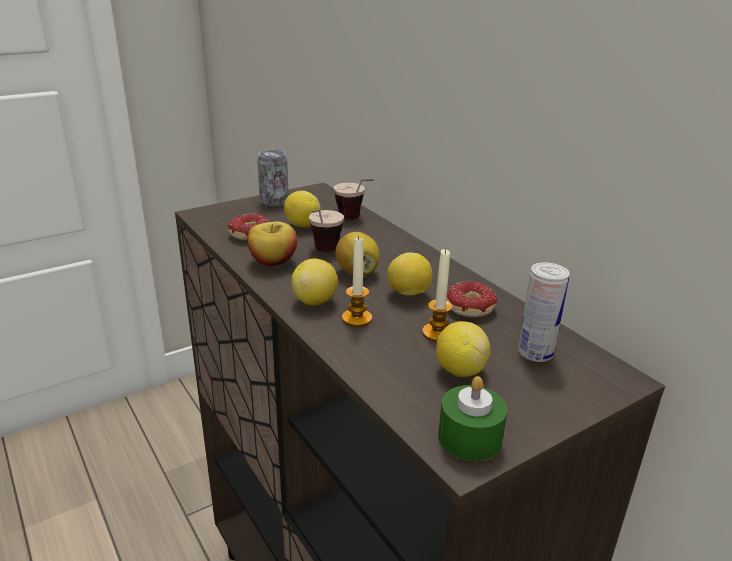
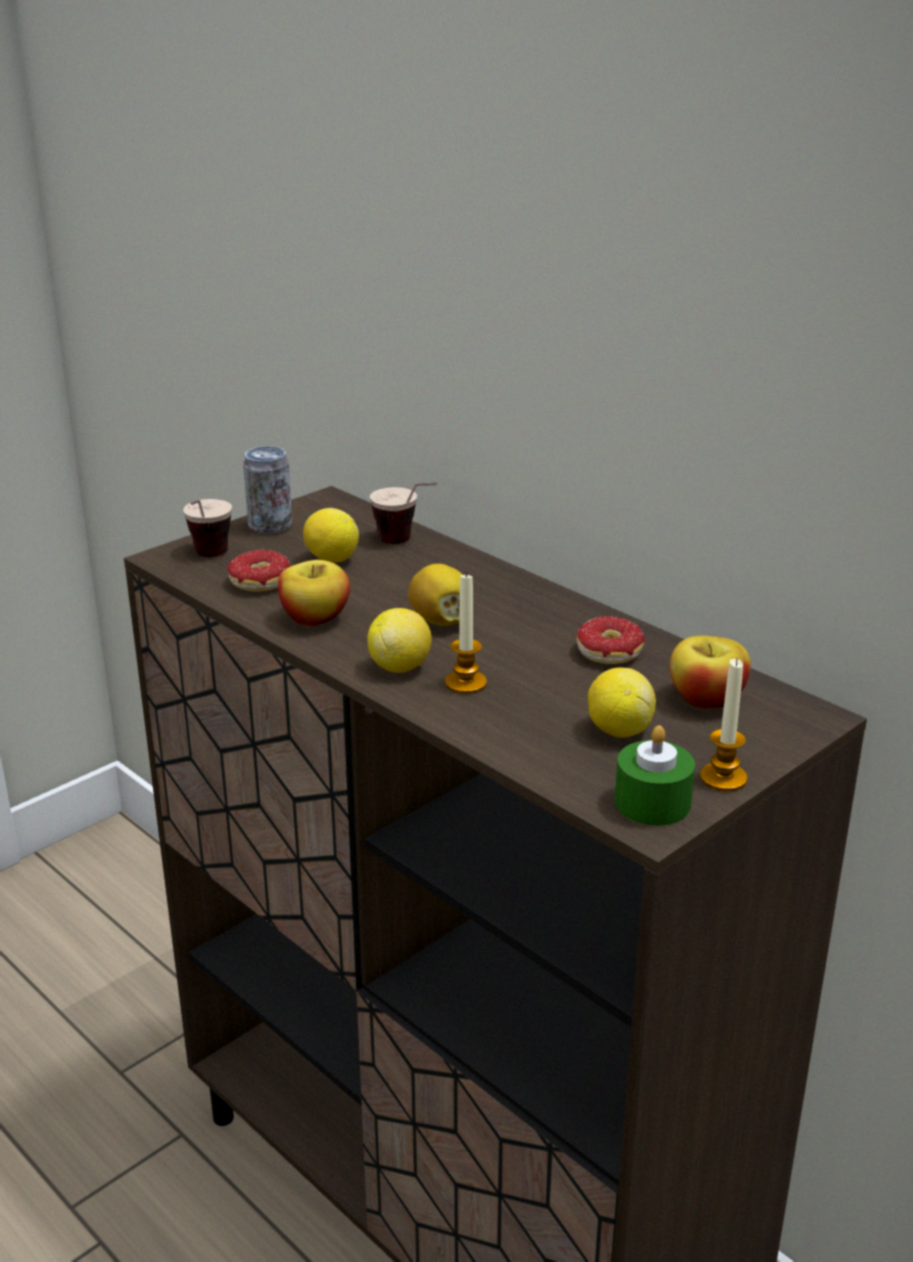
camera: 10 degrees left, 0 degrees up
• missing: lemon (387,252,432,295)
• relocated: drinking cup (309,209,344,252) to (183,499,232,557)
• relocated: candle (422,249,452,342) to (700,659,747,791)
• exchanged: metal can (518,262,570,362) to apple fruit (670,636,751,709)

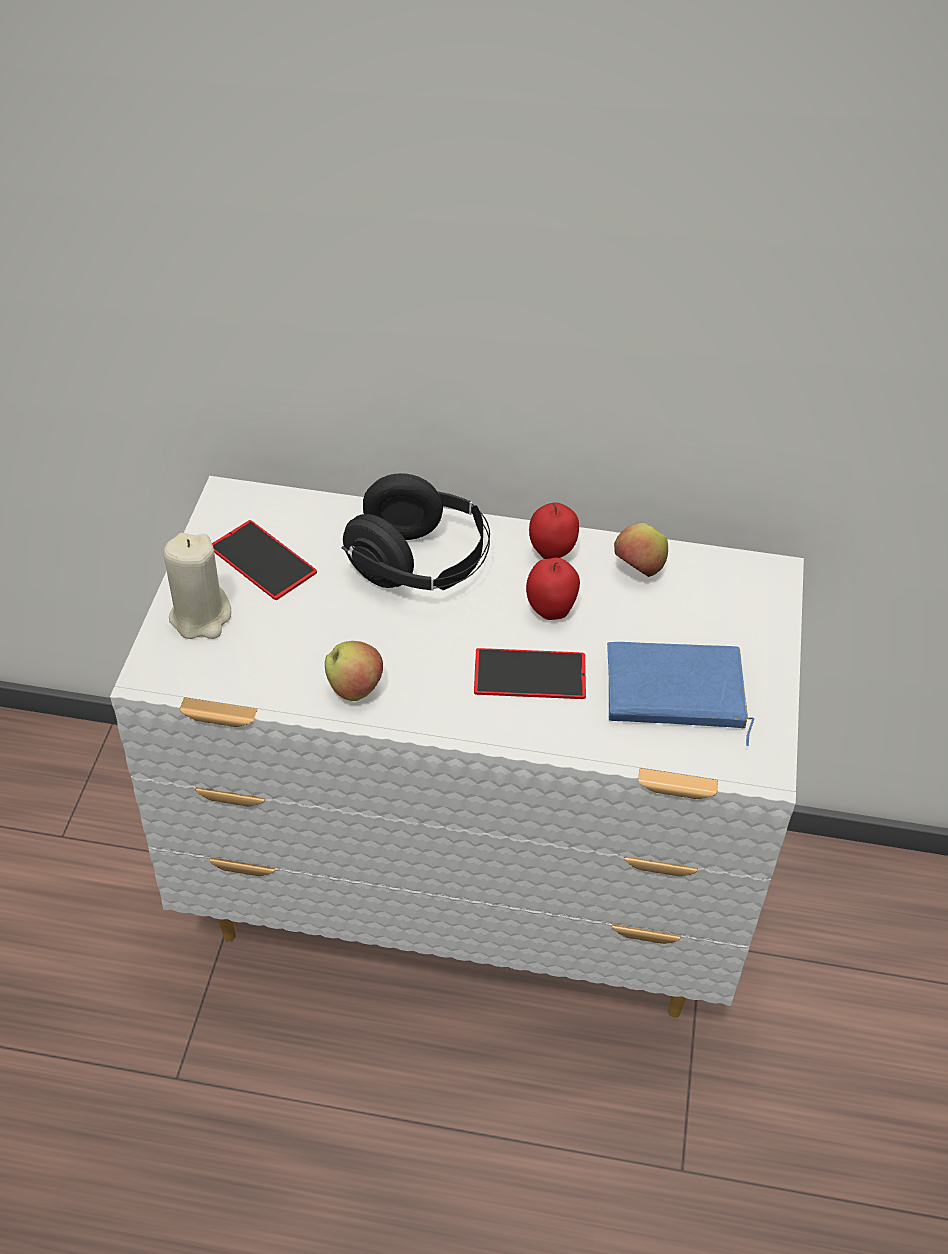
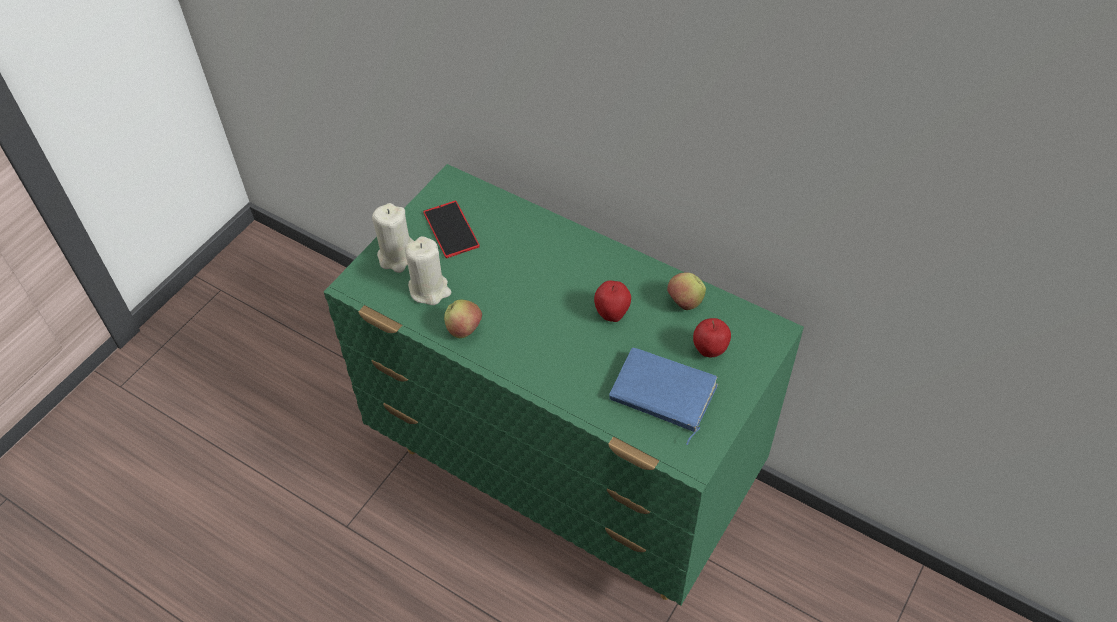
camera: 25 degrees right, 5 degrees up
• missing: black-coloured pair of headphones (341,473,490,591)
• missing: phone (474,648,586,699)
• appeared: beige candle (405,236,451,305)
• relocated: apple fruit (529,502,579,559) to (693,318,731,357)
• colour: white chest of drawers (110,476,804,1018) to green chest of drawers (324,164,804,606)

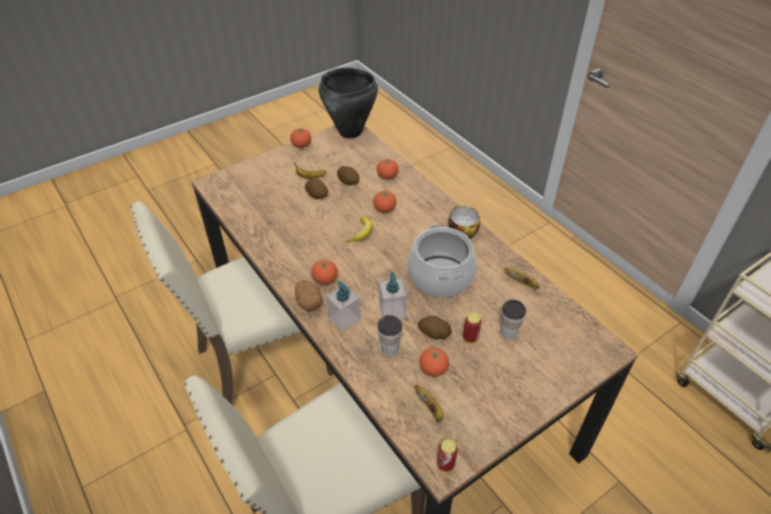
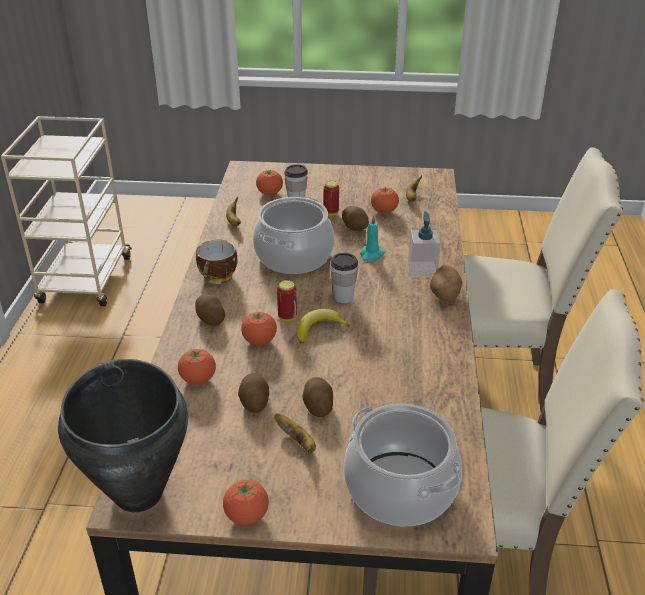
camera: 140 degrees left, 10 degrees down
• appeared: spud (195,294,225,326)
• appeared: saucepot (344,404,462,526)
• relocated: tomato (312,260,338,285) to (256,170,283,195)
• relocated: drinking cup (378,315,402,355) to (330,253,358,303)
• relocated: metal can (437,439,458,472) to (277,280,297,321)
• exchanged: soap dispenser (379,272,407,319) to blue-green candle (360,215,385,262)

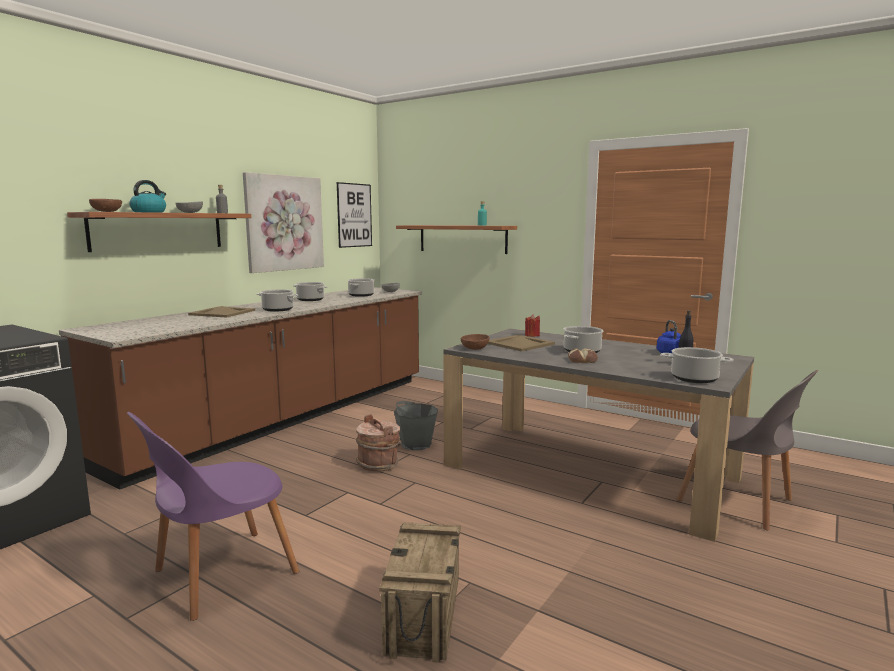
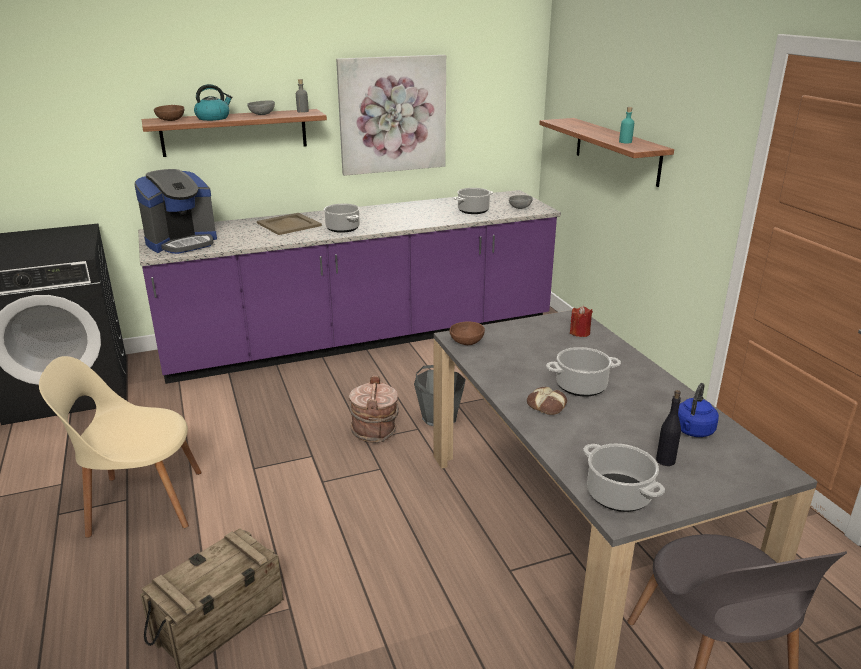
camera: 35 degrees right, 15 degrees up
• missing: saucepot (293,282,327,301)
• missing: wall art (337,182,372,248)
• missing: beige carrying tray (488,335,555,352)
• appeared: coffee maker (134,169,217,254)
• colour: brownish kitchen base unit (59,287,422,489) to purple-coloured kitchen base unit (138,190,561,384)
• colour: purple-coloured chair (127,412,299,621) to beige chair (39,356,202,538)

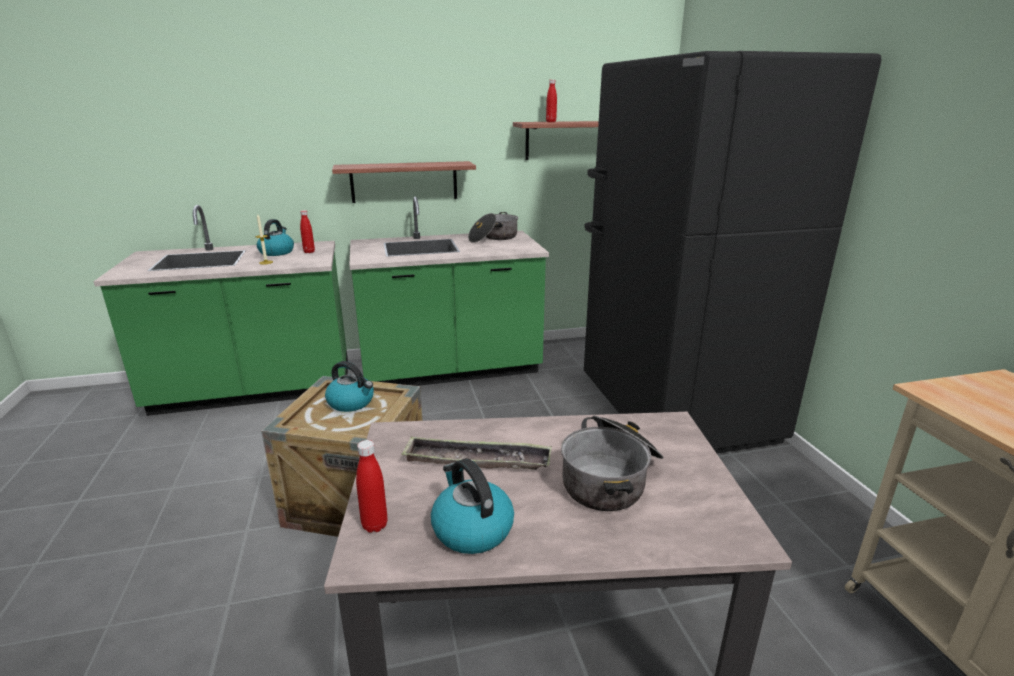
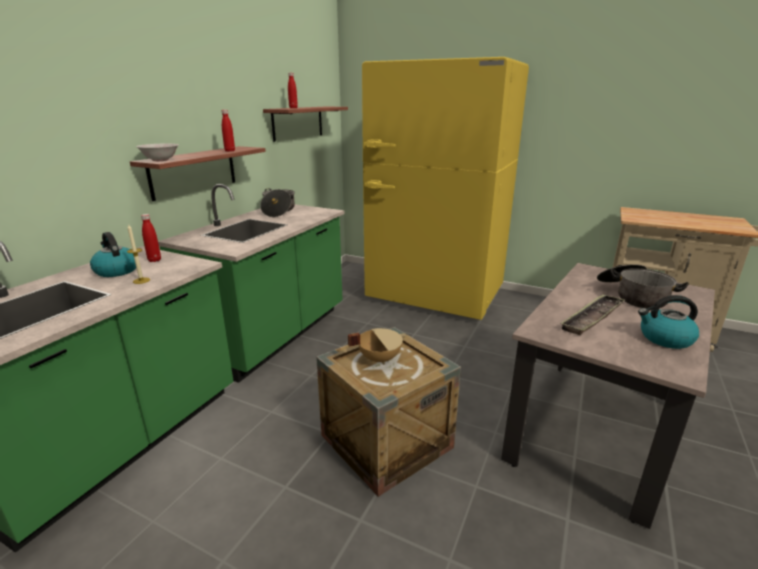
camera: 50 degrees left, 0 degrees up
• appeared: white bowl (136,144,179,161)
• relocated: red bottle (356,440,388,533) to (222,110,235,152)
• exchanged: tea kettle (325,361,374,412) to beige saucepot (348,328,406,365)
• colour: black-coloured refrigerator (584,51,882,453) to yellow refrigerator (362,57,529,320)

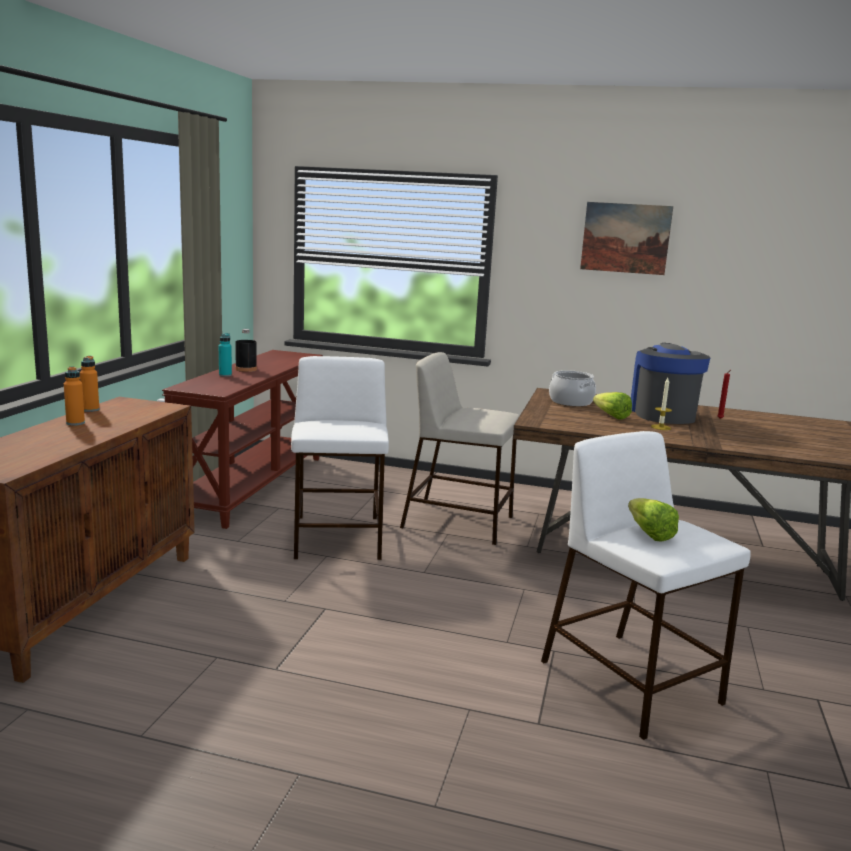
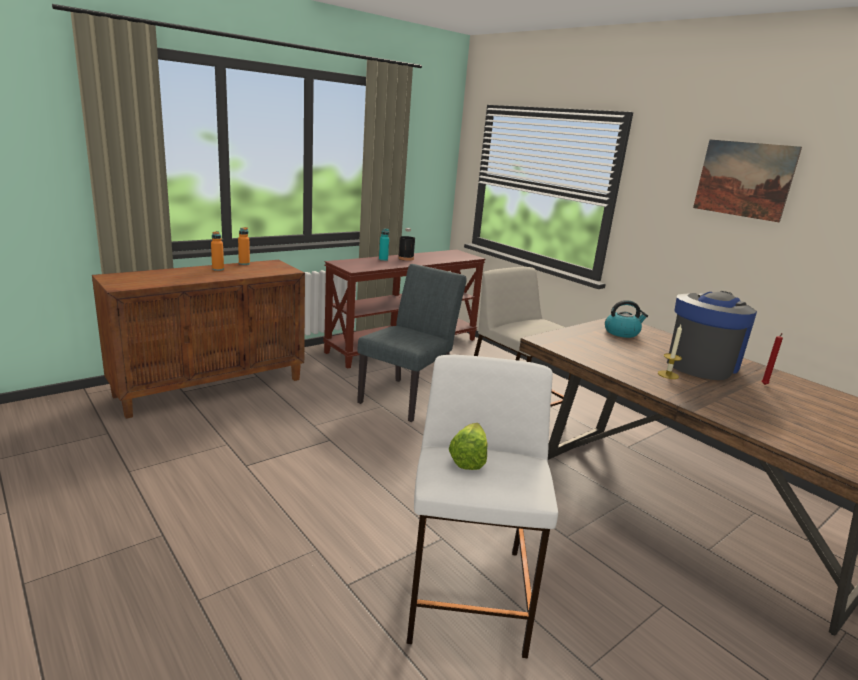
camera: 35 degrees right, 5 degrees up
• missing: head of lettuce (593,392,632,420)
• exchanged: white stool (291,356,389,560) to greyish chair (357,264,467,422)
• exchanged: saucepot (549,370,596,406) to tea kettle (605,300,648,338)

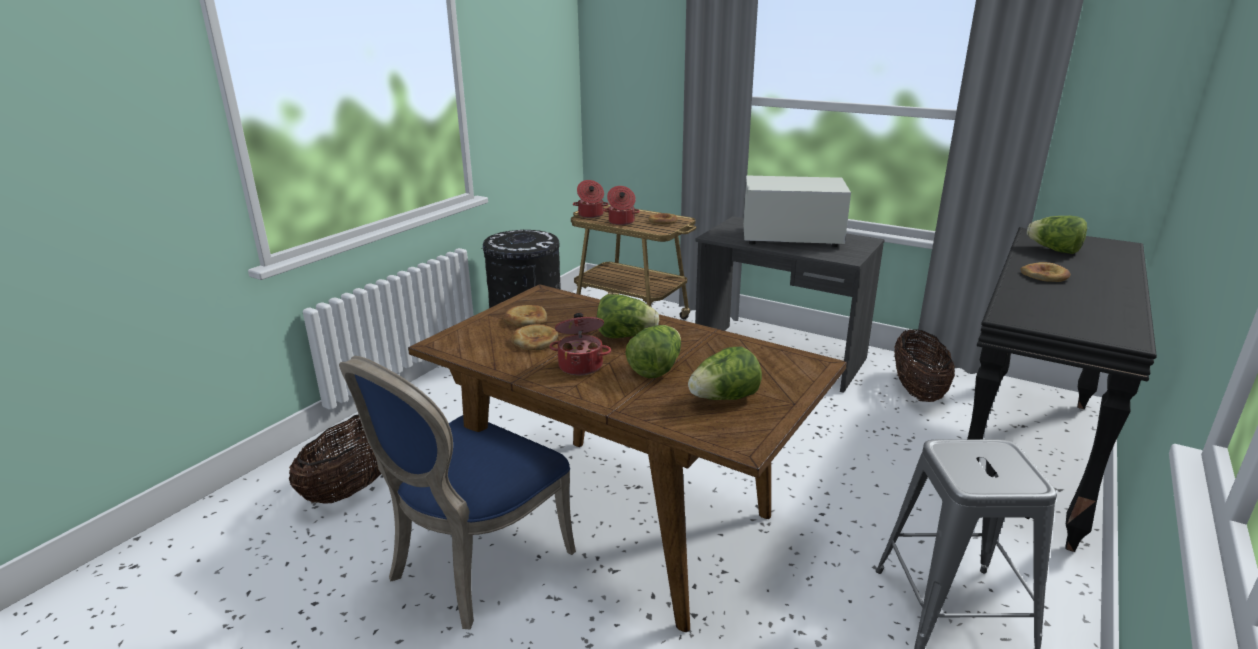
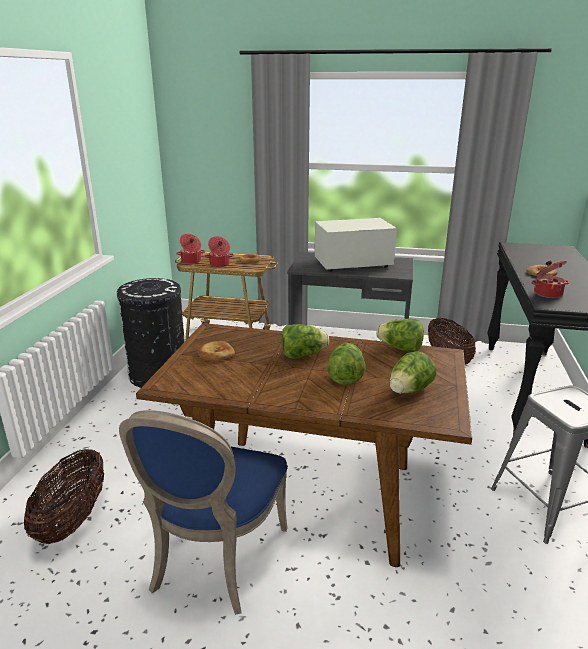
camera: 20 degrees left, 0 degrees up
• missing: bakery bread (511,324,558,351)
• relocated: saucepot (549,313,611,375) to (531,261,569,298)
• relocated: head of lettuce (1027,216,1087,254) to (376,318,424,352)

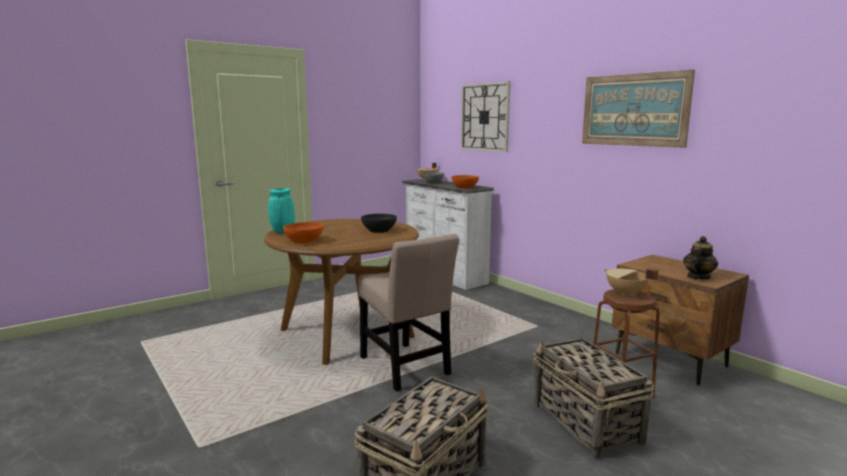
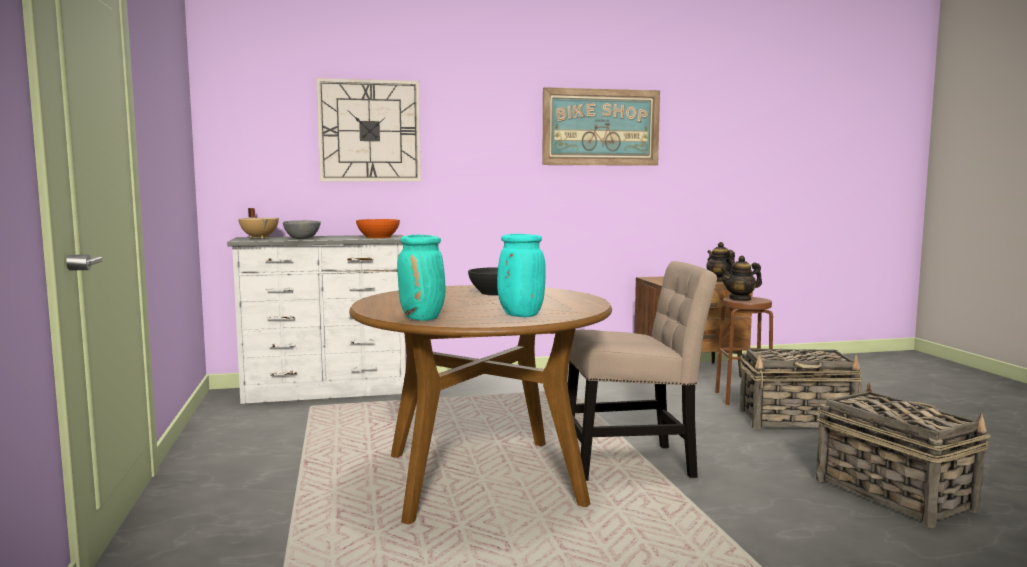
camera: 65 degrees left, 5 degrees down
• exchanged: orange bowl (283,222,324,244) to blue-green vase (497,234,546,317)
• exchanged: beige saucepot (604,268,658,296) to tea pot (720,256,762,301)

